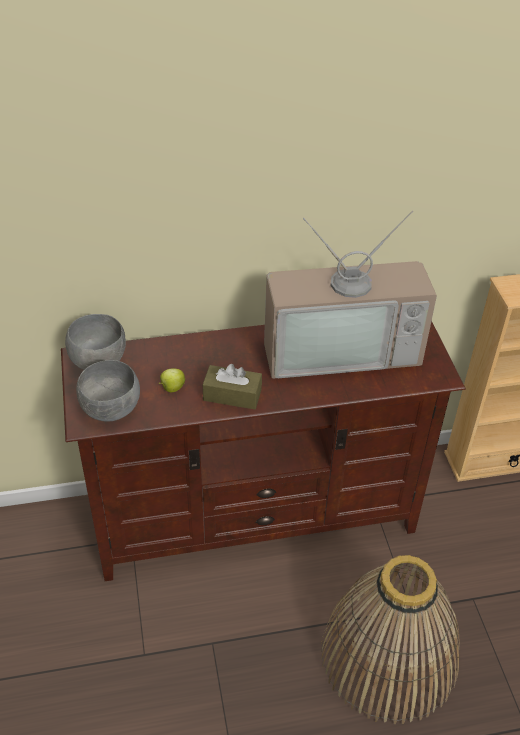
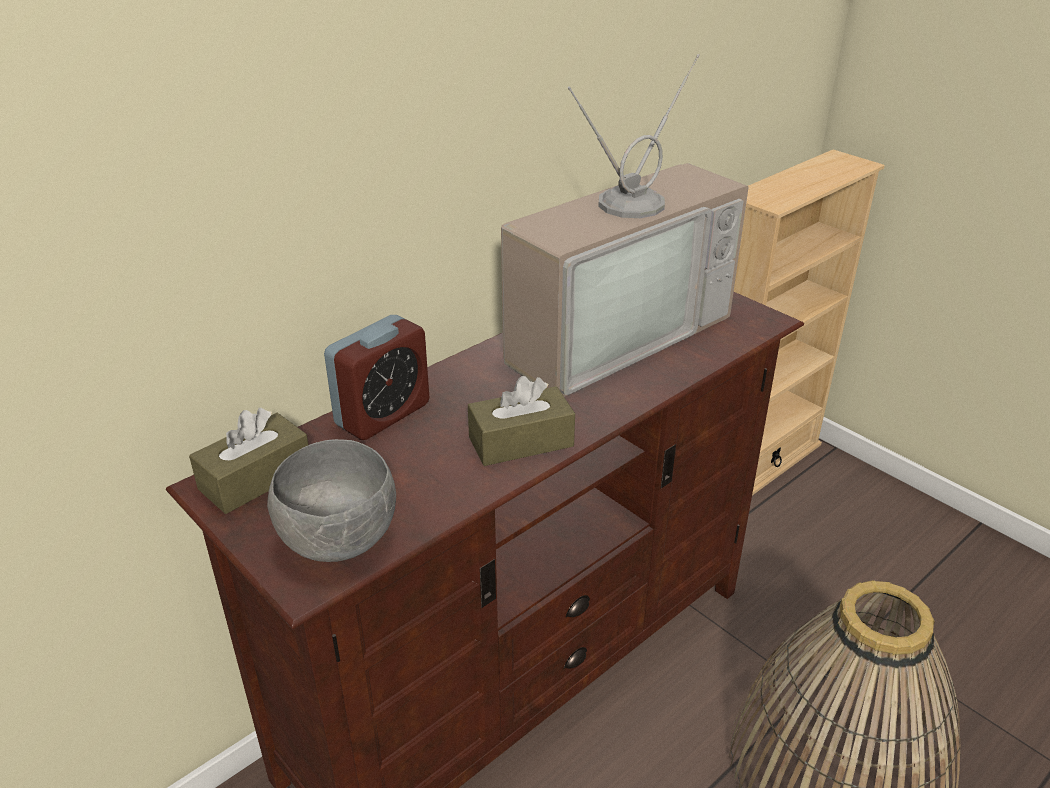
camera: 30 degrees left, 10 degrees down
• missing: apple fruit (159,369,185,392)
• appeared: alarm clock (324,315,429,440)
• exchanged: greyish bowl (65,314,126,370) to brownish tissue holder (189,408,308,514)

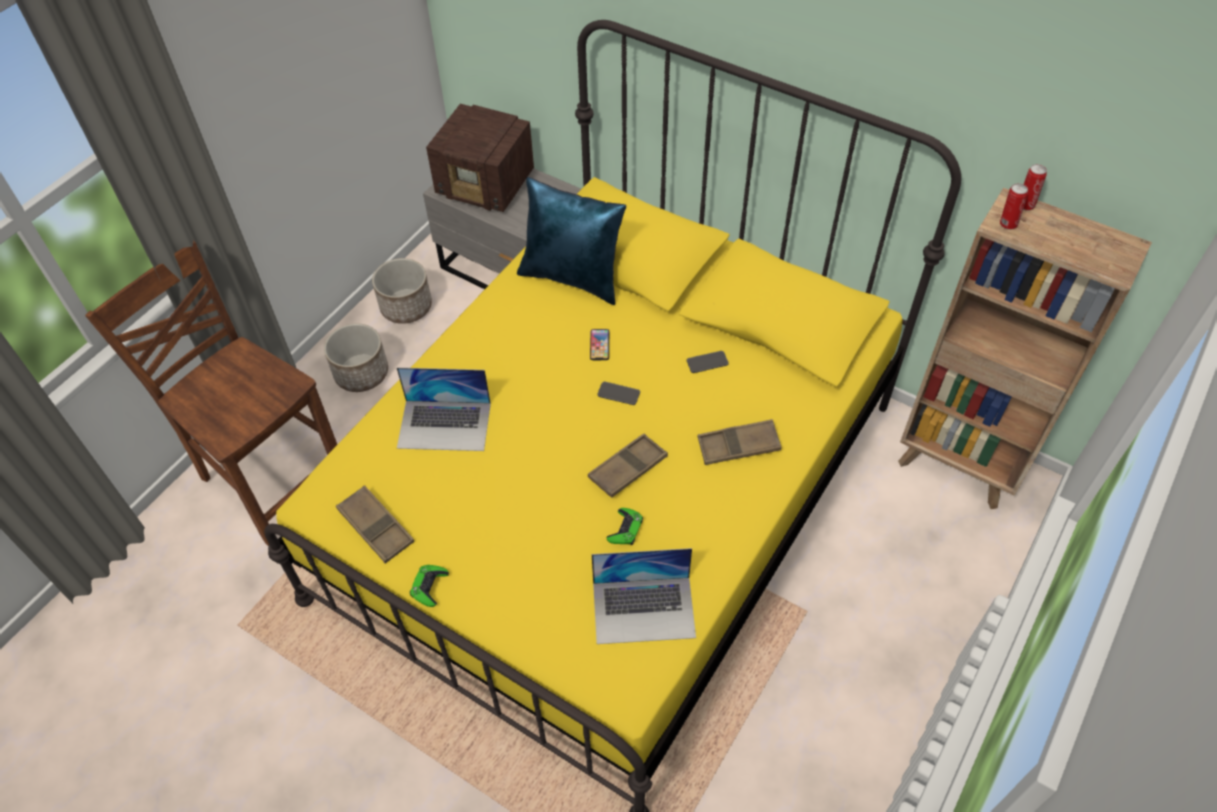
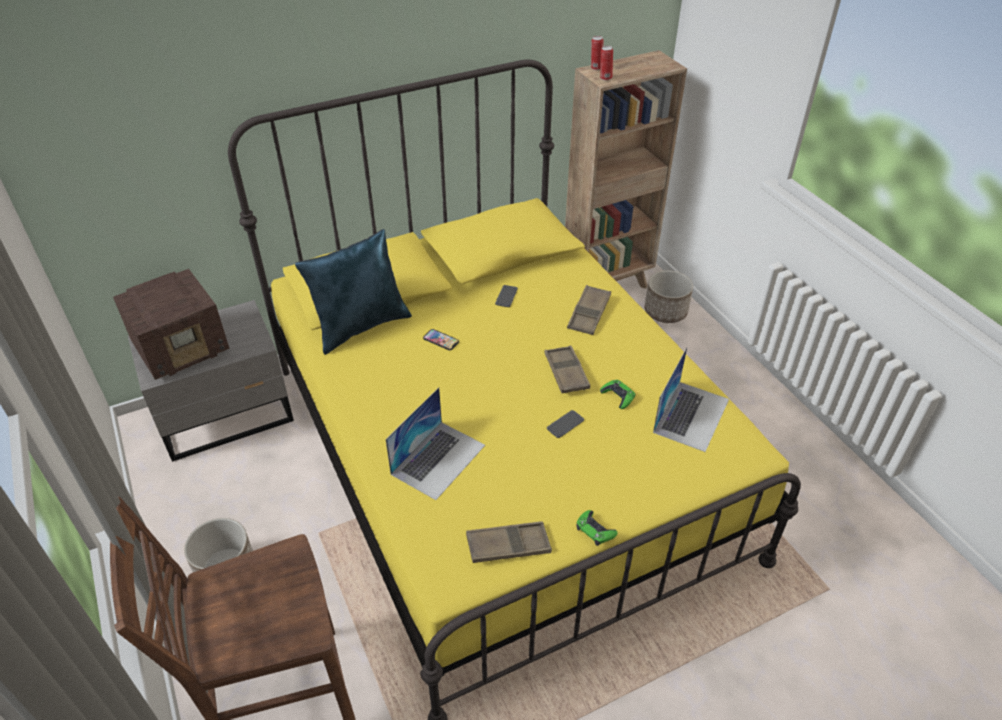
camera: 60 degrees left, 10 degrees down
• relocated: plant pot (372,258,432,324) to (645,270,693,323)
• relocated: phone (597,381,640,405) to (547,410,584,438)

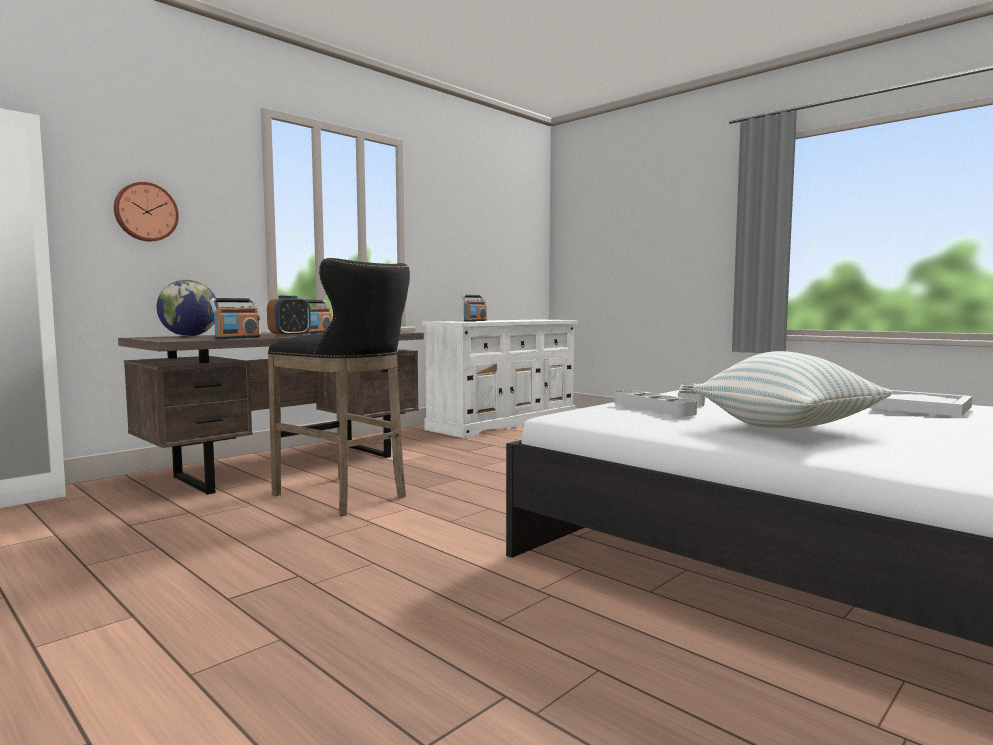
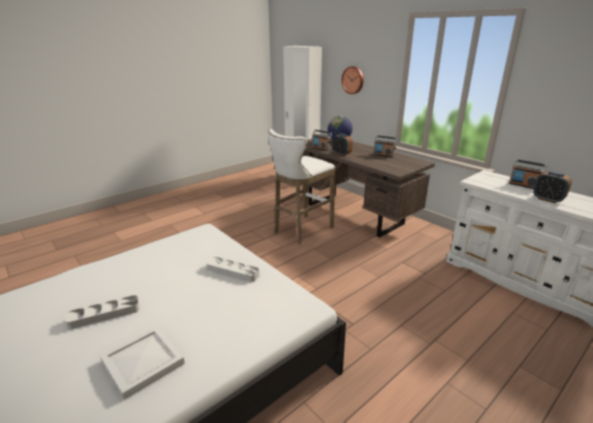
camera: 95 degrees right, 20 degrees up
• missing: cushion (692,351,892,428)
• appeared: alarm clock (533,171,572,203)
• relocated: greyish carrying tray (615,390,697,417) to (65,295,140,329)
• colour: black-coloured stool (268,258,410,516) to white stool (268,129,335,245)

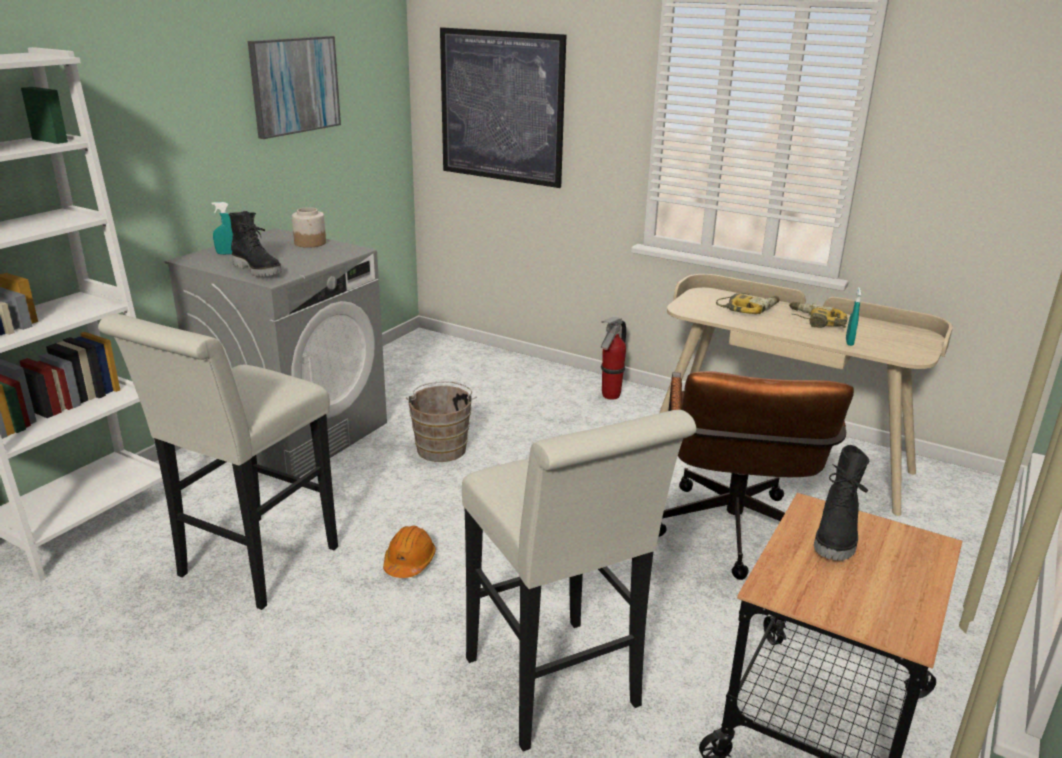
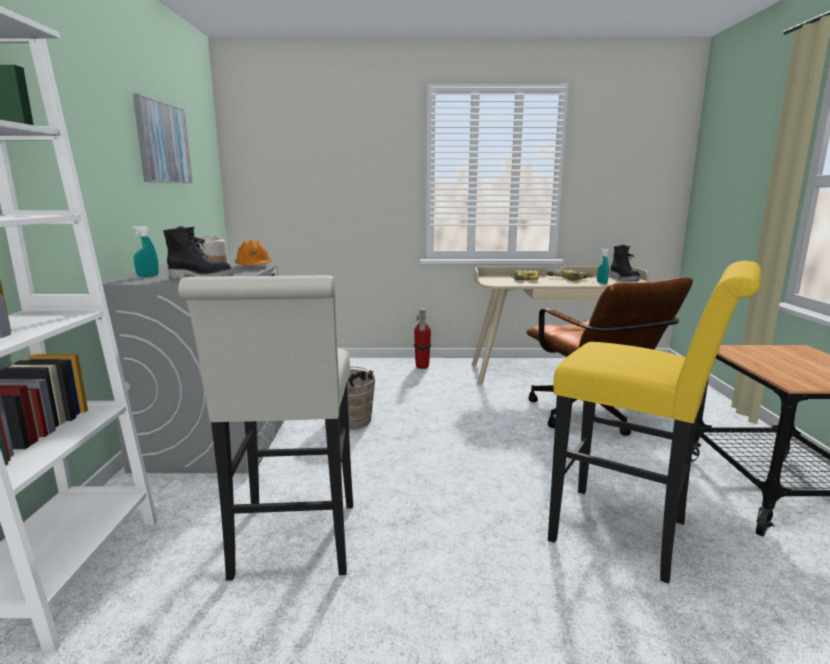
camera: 30 degrees left, 10 degrees down
• missing: wall art (440,27,566,188)
• relocated: orange safety helmet (383,525,436,578) to (235,239,271,265)
• relocated: black-coloured boot (814,445,869,561) to (610,245,640,282)
• colour: white stool (462,410,696,752) to yellow stool (548,261,762,584)

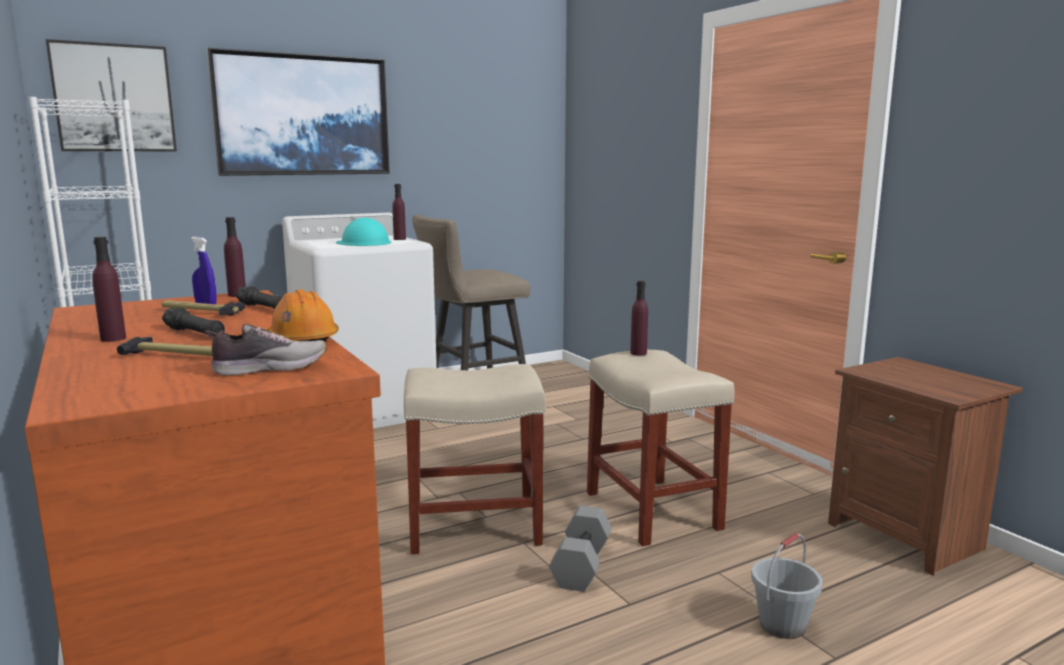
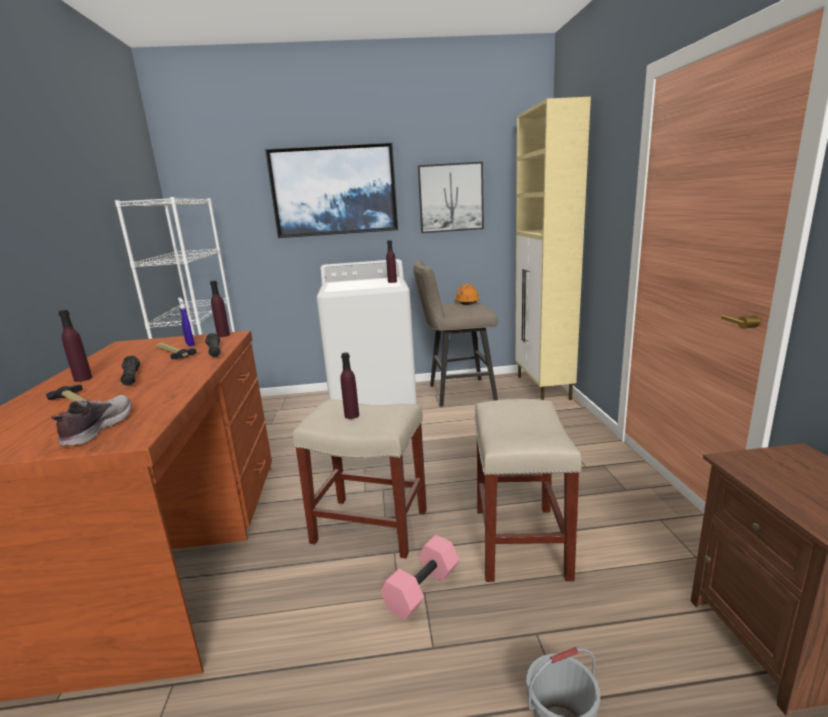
camera: 25 degrees right, 5 degrees up
• missing: blue-green safety helmet (336,218,391,246)
• appeared: beige cabinet (515,97,591,400)
• relocated: wall art (46,39,177,151) to (418,162,484,233)
• relocated: orange safety helmet (267,289,339,342) to (455,284,480,305)
• relocated: purple-coloured bottle (631,281,648,356) to (340,352,359,419)
• colour: greyish dumbbell (549,506,611,592) to pink-coloured dumbbell (380,535,459,620)
• spun: item of footwear (205,324,327,376) = (51,395,131,446) 90 degrees counterclockwise

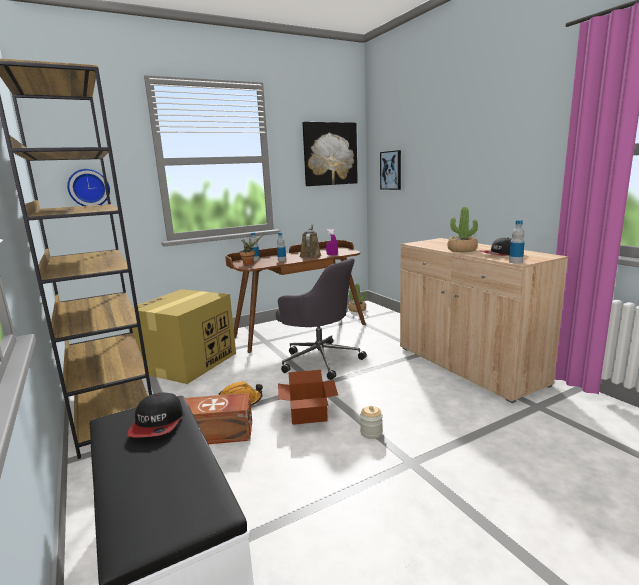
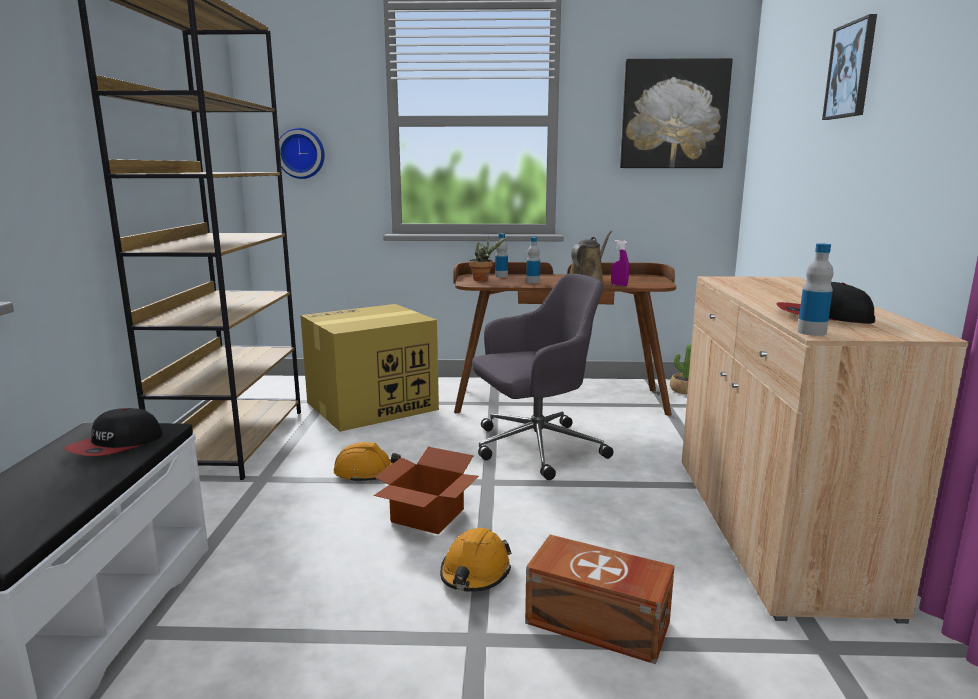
camera: 30 degrees right, 0 degrees up
• missing: plant in a pot (448,207,478,252)
• relocated: brownish storage box (185,393,252,444) to (525,535,675,664)
• relocated: wall art (380,150,401,190) to (822,14,877,120)
• exchanged: storage jar (360,406,383,439) to orange safety helmet (440,528,512,592)
• spun: greyish office chair (276,258,367,380) = (472,274,613,480) 90 degrees counterclockwise

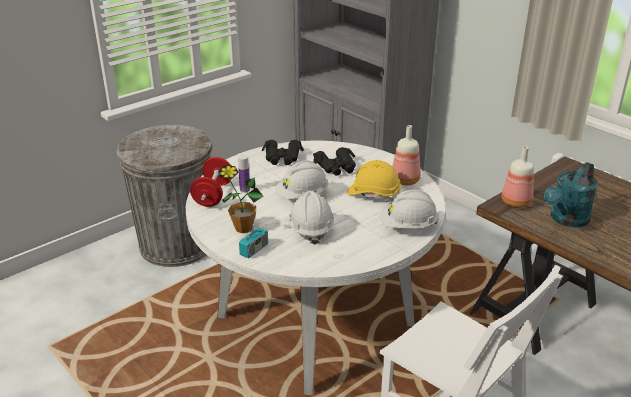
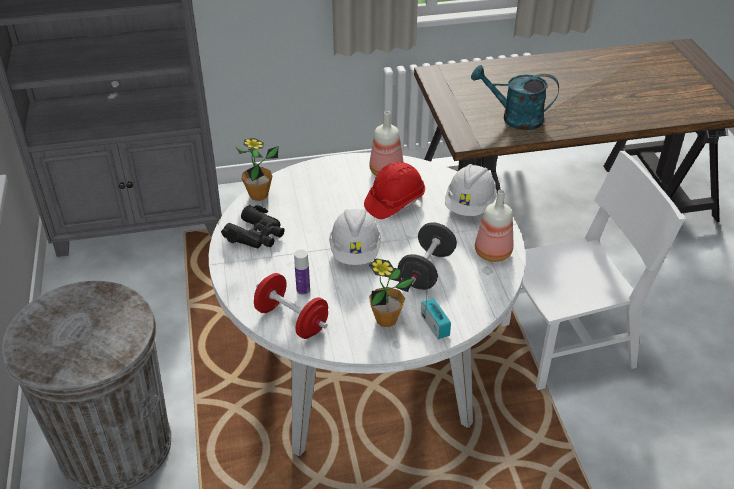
camera: 60 degrees left, 10 degrees up
• missing: black-coloured pair of binoculars (313,147,356,176)
• appeared: plant in a pot (235,138,278,201)
• relocated: bottle (501,146,534,208) to (475,190,513,262)
• exchanged: white safety helmet (288,191,334,245) to black-coloured dumbbell (398,223,457,290)
• colour: yellow safety helmet (347,160,401,202) to red safety helmet (364,162,425,219)
• spun: blue-green watering pot (544,162,598,227) = (471,65,559,130) 120 degrees clockwise

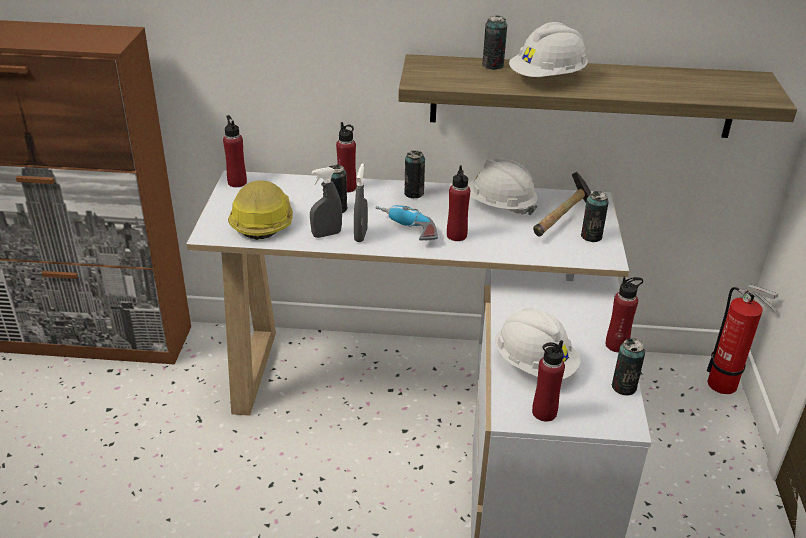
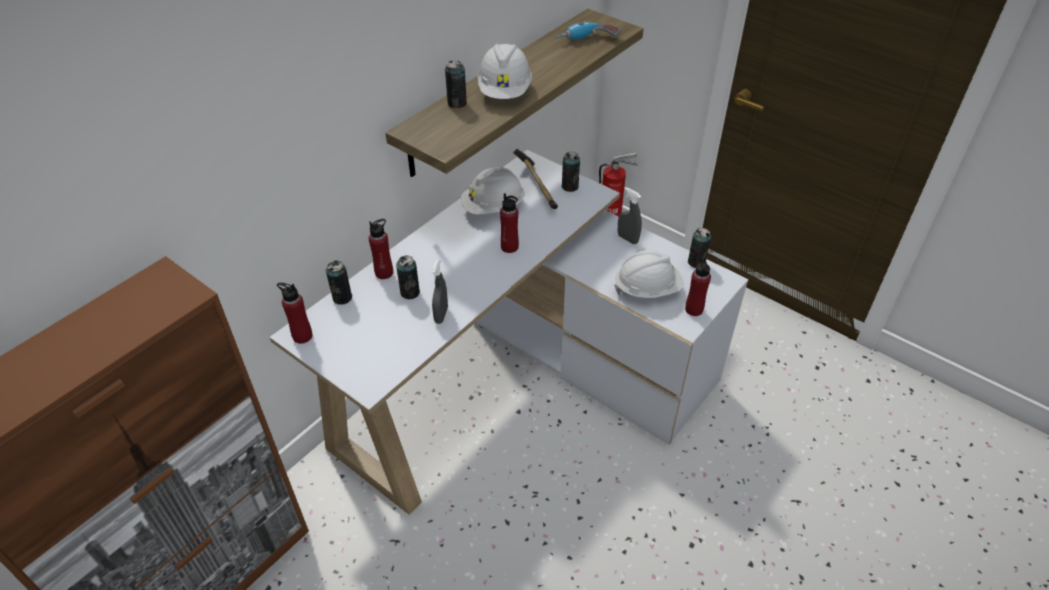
camera: 55 degrees left, 10 degrees up
• missing: safety helmet (228,180,293,240)
• missing: red bottle (606,276,643,352)
• relocated: greyish sprayer (354,164,368,242) to (618,187,642,244)
• relocated: drill (375,205,438,240) to (555,21,621,40)
• relocated: metal can (404,151,425,198) to (326,261,352,305)

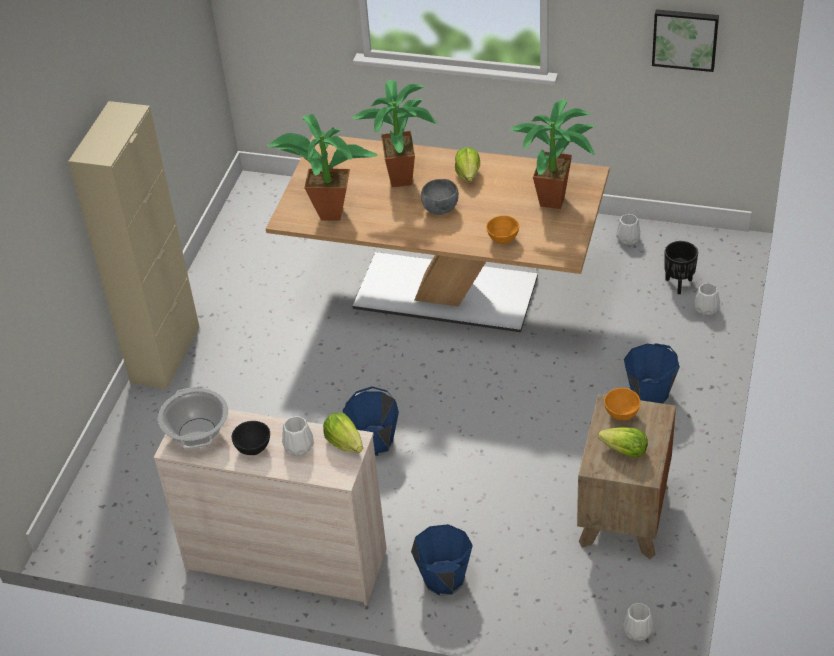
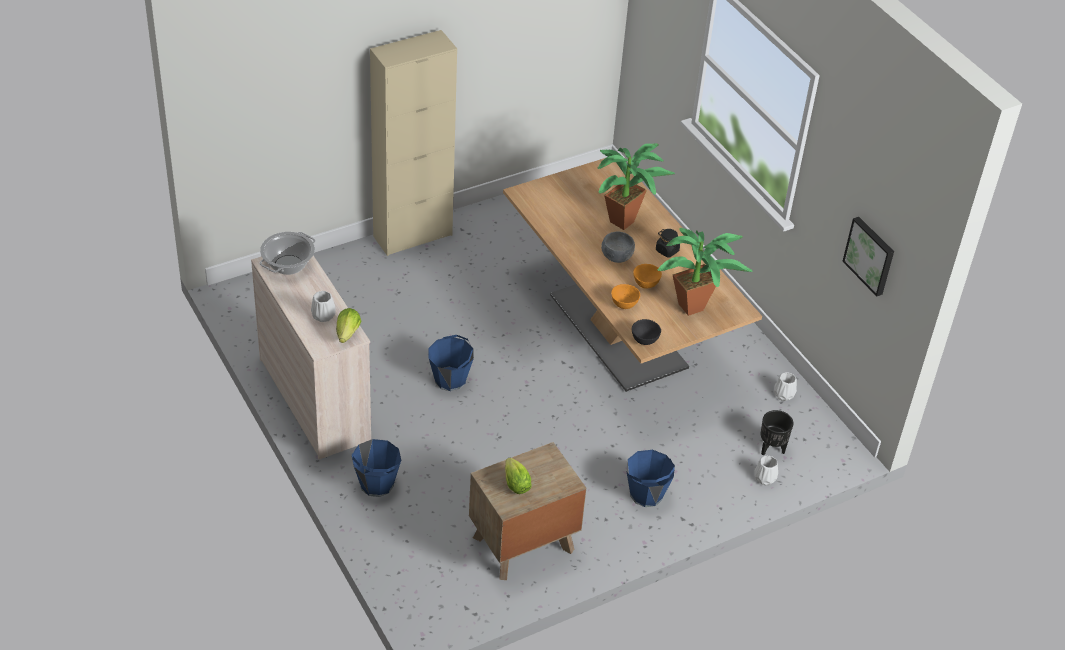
camera: 40 degrees right, 0 degrees up
• missing: plant in a pot (267,114,377,221)
• missing: white vase (623,603,654,641)
• relocated: black-coloured bowl (232,421,270,455) to (632,319,661,345)
• relocated: orange bowl (604,388,640,421) to (633,264,662,288)
• exchanged: head of lettuce (455,147,480,182) to black-coloured storage jar (656,229,680,257)

